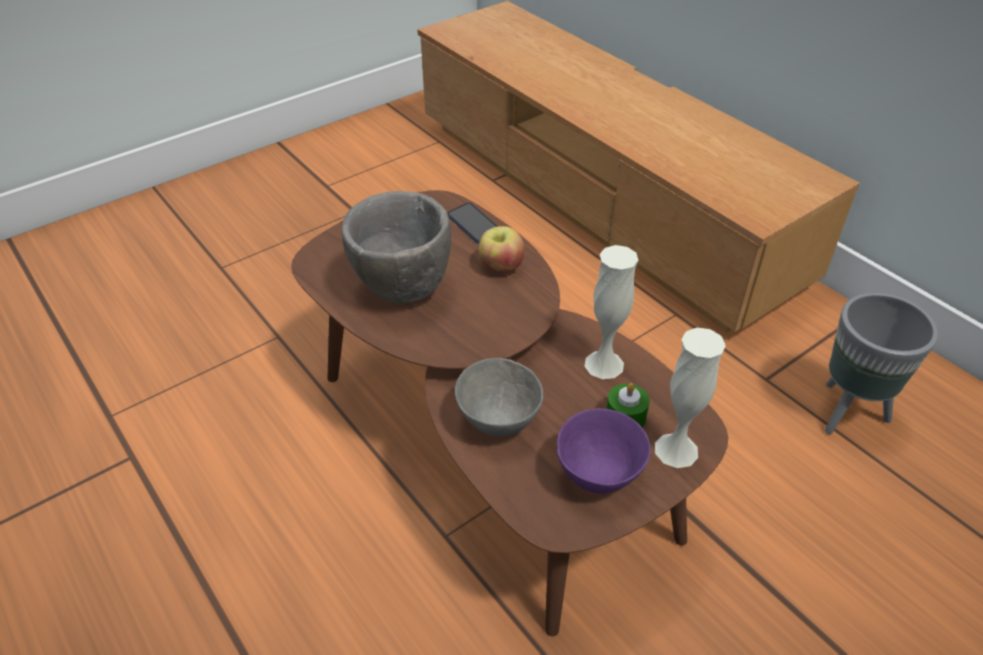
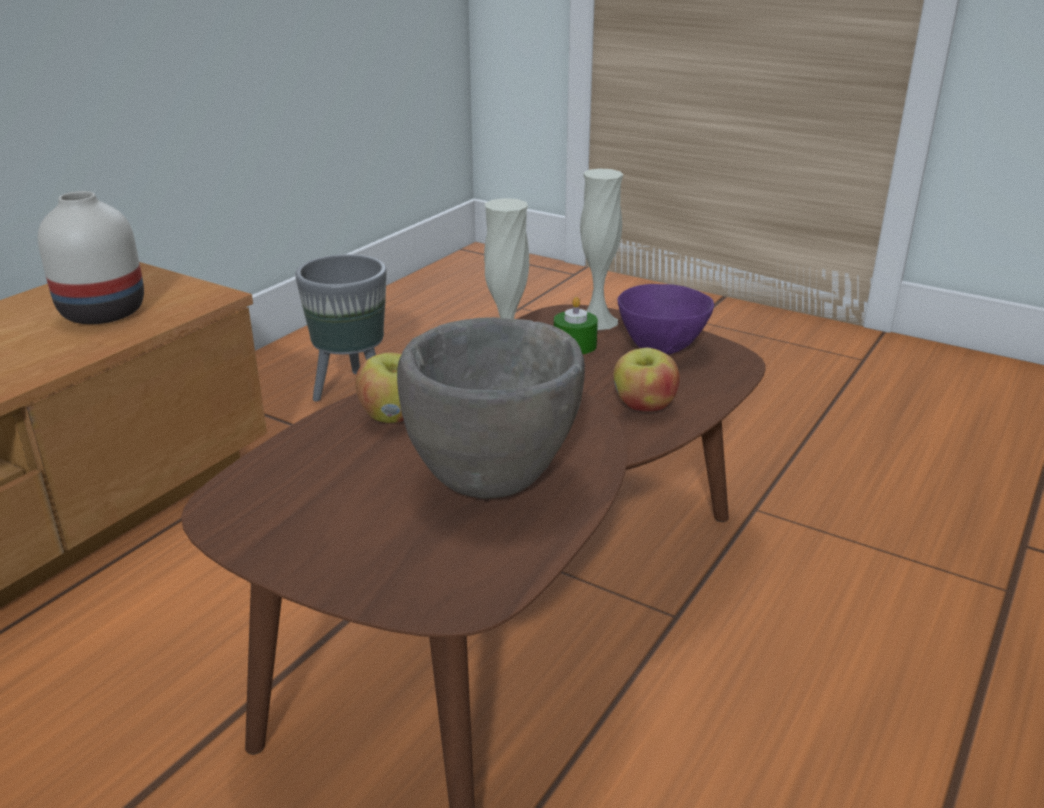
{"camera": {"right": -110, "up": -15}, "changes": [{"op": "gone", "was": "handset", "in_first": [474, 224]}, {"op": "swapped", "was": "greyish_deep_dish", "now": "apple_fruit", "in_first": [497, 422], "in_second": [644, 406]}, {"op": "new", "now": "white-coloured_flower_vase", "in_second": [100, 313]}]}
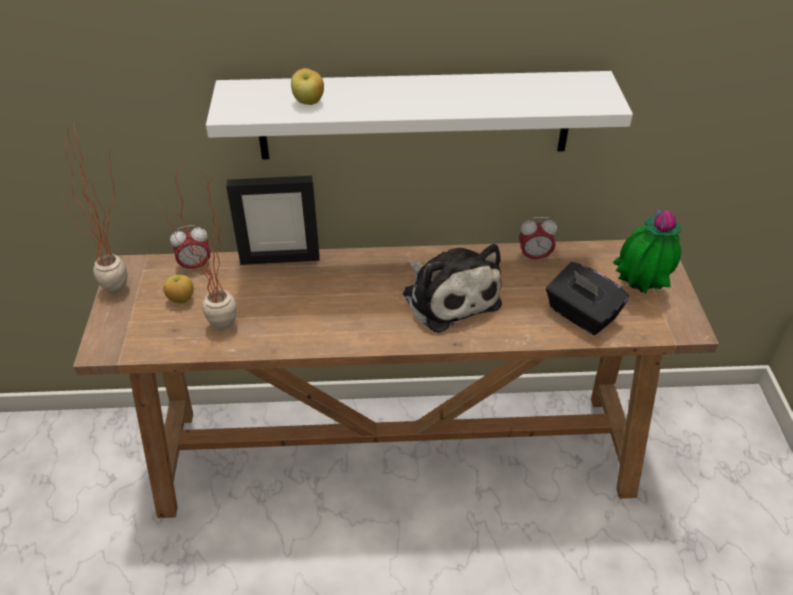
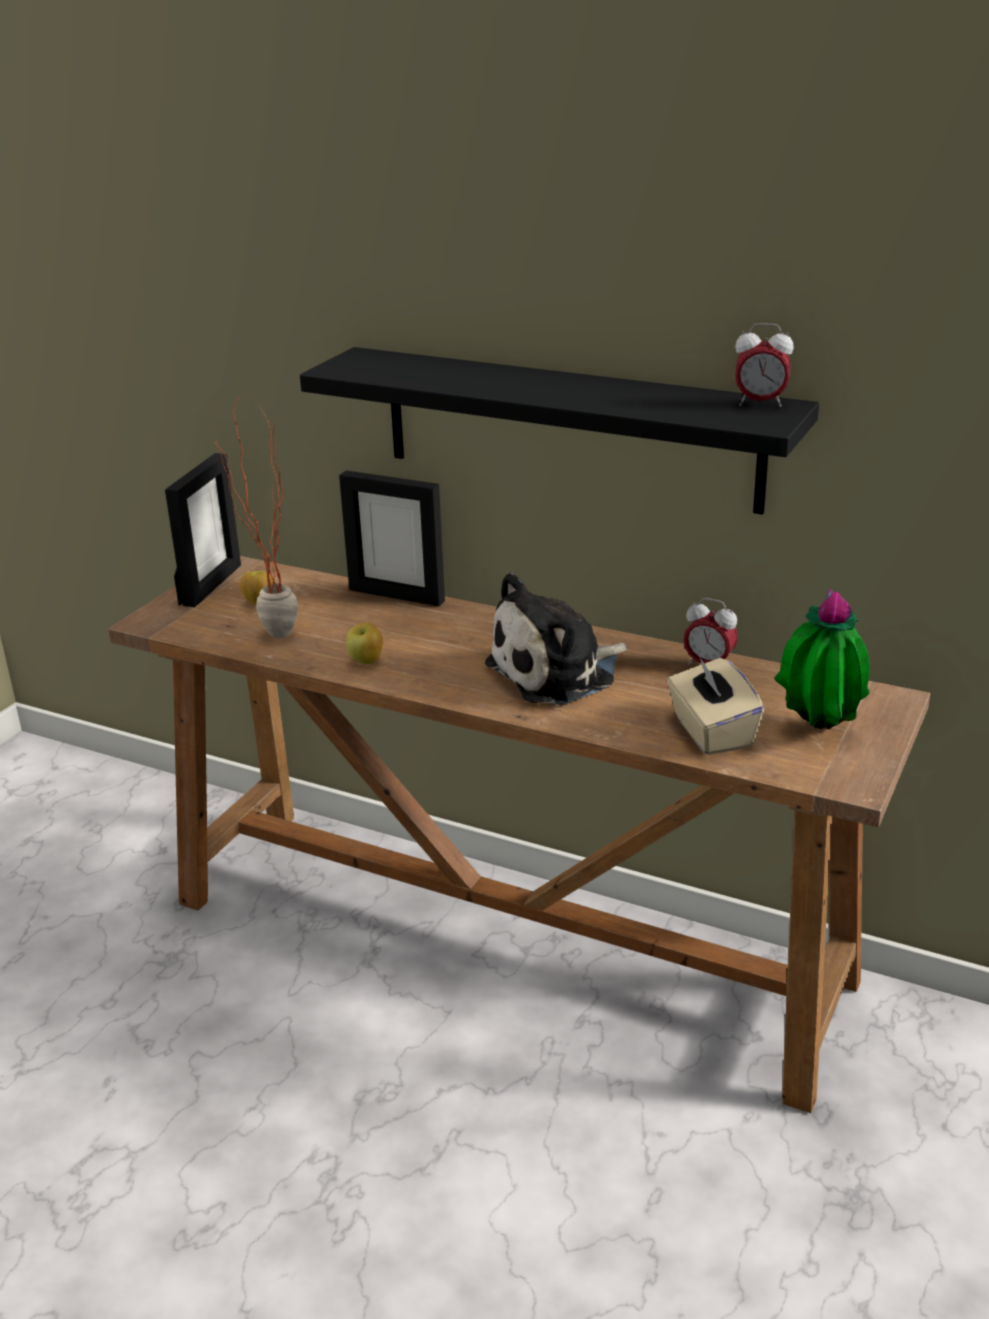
{"camera": {"right": 30, "up": -15}, "changes": [{"op": "shifted", "was": "apple_fruit", "in_first": [309, 102], "in_second": [366, 661]}, {"op": "repainted", "was": "white-coloured_wall_shelf", "now": "black-coloured_wall_shelf", "in_first": [414, 115], "in_second": [569, 428]}, {"op": "swapped", "was": "houseplant", "now": "picture_frame", "in_first": [124, 292], "in_second": [210, 584]}, {"op": "shifted", "was": "table_clock", "in_first": [195, 266], "in_second": [760, 403]}, {"op": "rotated", "was": "plush_toy", "in_first": [449, 296], "in_second": [557, 673], "clockwise": 60}, {"op": "repainted", "was": "black-coloured_tissue_holder", "now": "beige_tissue_holder", "in_first": [581, 314], "in_second": [711, 732]}]}
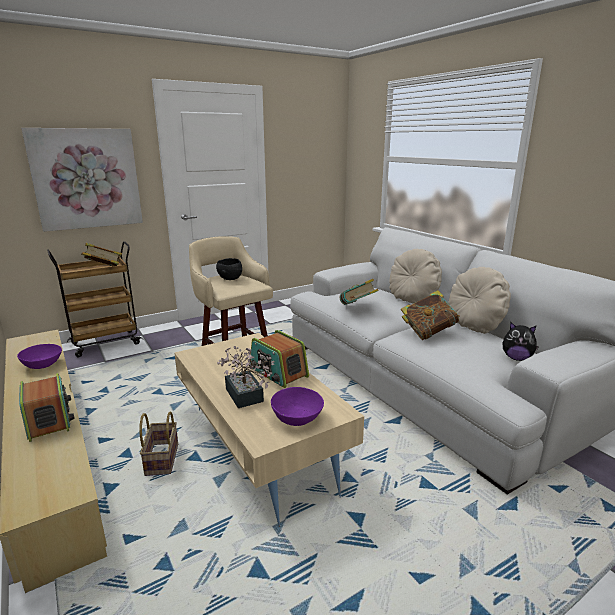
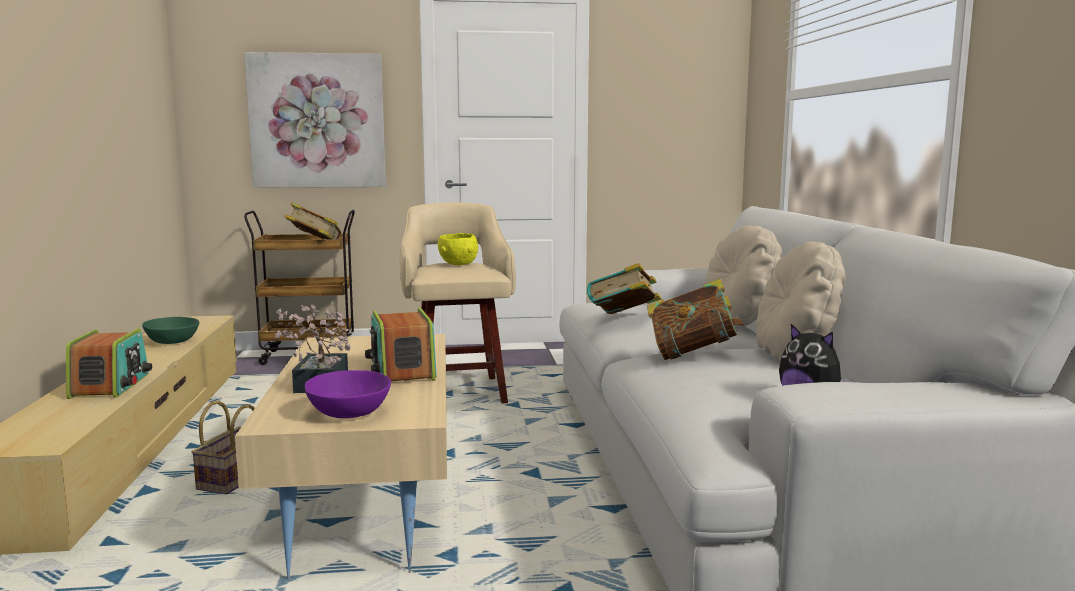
{"camera": {"right": 25, "up": -10}, "changes": [{"op": "repainted", "was": "black-coloured_deep_dish", "now": "yellow_deep_dish", "in_first": [230, 279], "in_second": [458, 264]}, {"op": "repainted", "was": "purple-coloured_deep_dish", "now": "green_deep_dish", "in_first": [43, 365], "in_second": [173, 342]}]}
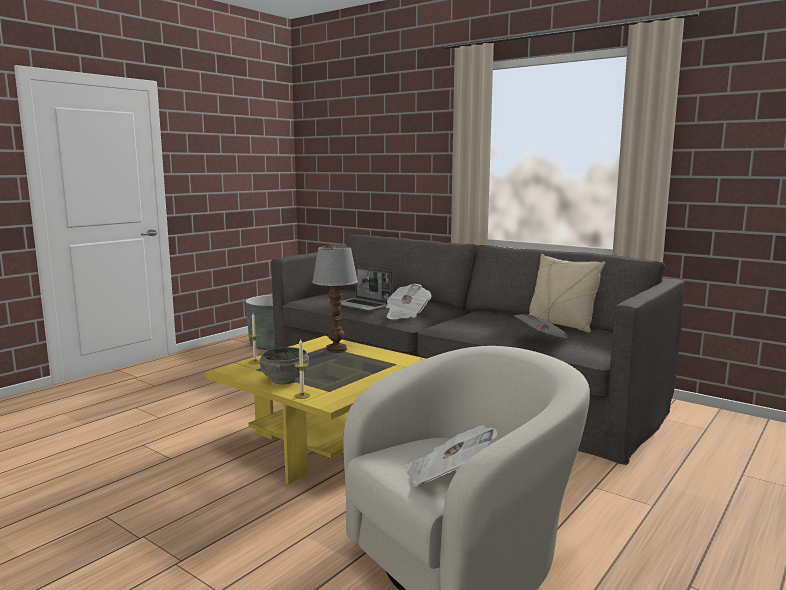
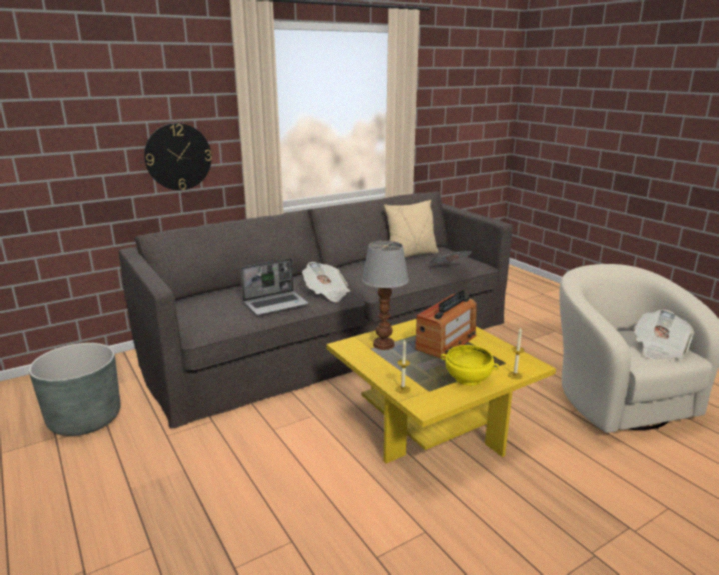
{"camera": {"right": -70, "up": 10}, "changes": [{"op": "repainted", "was": "greyish_deep_dish", "now": "yellow_deep_dish", "in_first": [285, 380], "in_second": [468, 378]}, {"op": "new", "now": "hanging_clock", "in_second": [178, 157]}, {"op": "new", "now": "radio", "in_second": [446, 342]}]}
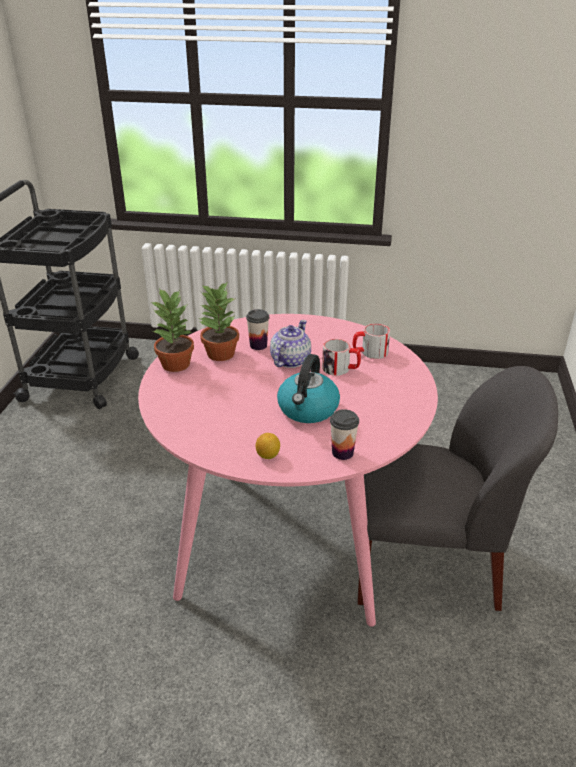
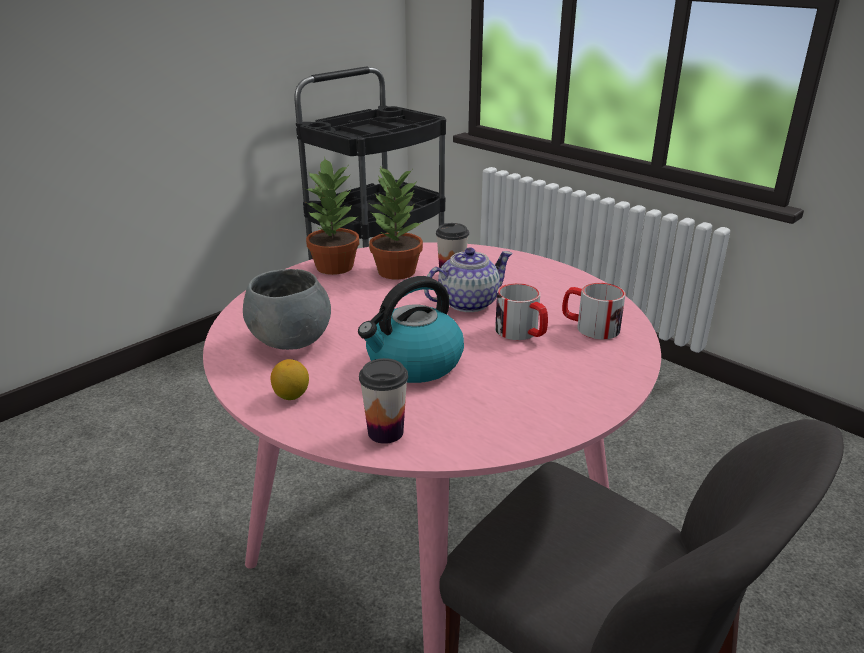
{"camera": {"right": 35, "up": -5}, "changes": [{"op": "new", "now": "greyish_deep_dish", "in_second": [291, 340]}]}
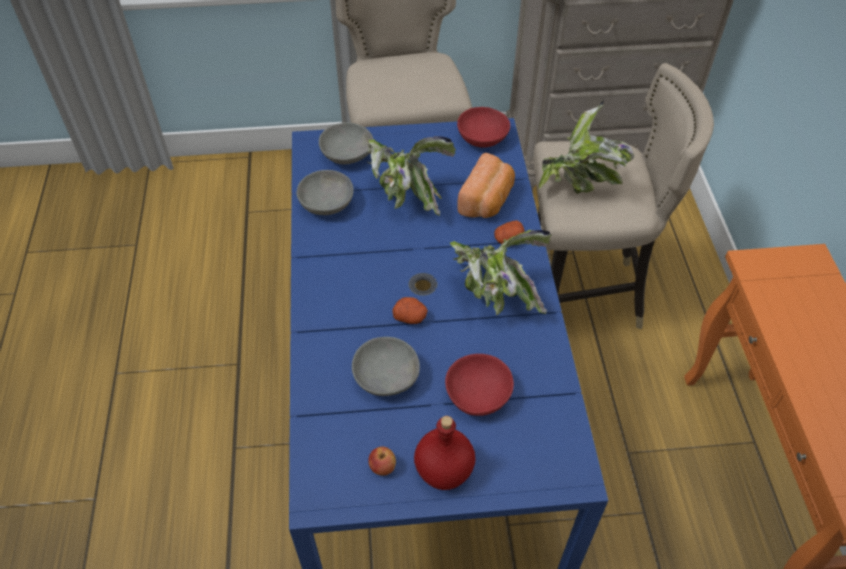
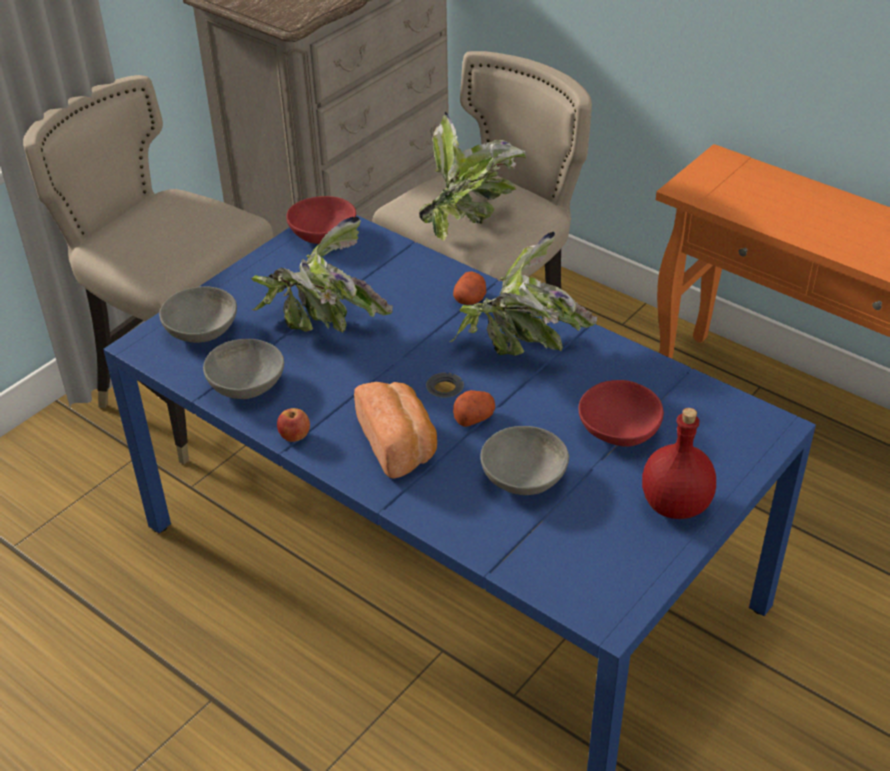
{"camera": {"right": -45, "up": -10}, "changes": [{"op": "shifted", "was": "bread", "in_first": [487, 200], "in_second": [399, 444]}, {"op": "shifted", "was": "apple_fruit", "in_first": [382, 467], "in_second": [294, 437]}]}
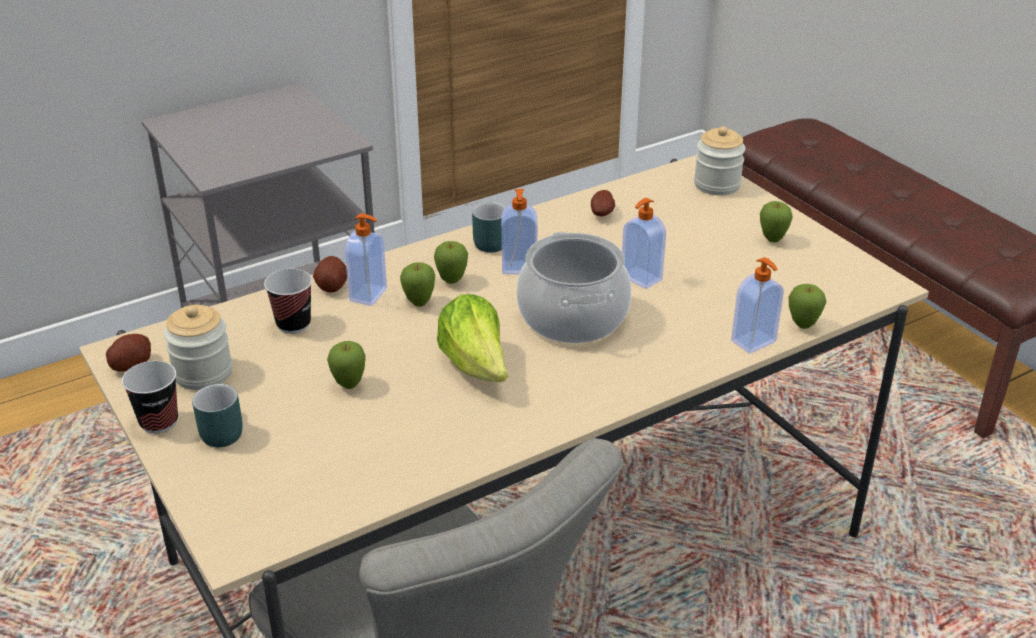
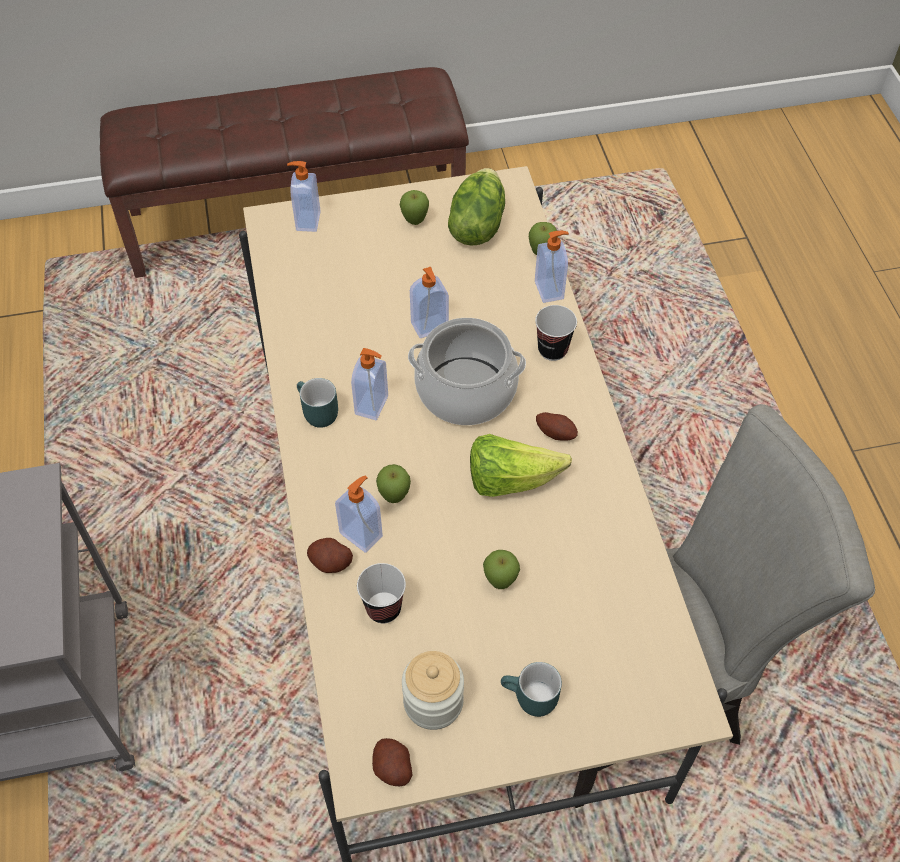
{"camera": {"right": -70, "up": 20}, "changes": [{"op": "swapped", "was": "preserve_jar", "now": "soap_bottle", "in_first": [717, 185], "in_second": [307, 221]}, {"op": "shifted", "was": "potato", "in_first": [602, 213], "in_second": [556, 433]}, {"op": "gone", "was": "apple_fruit", "in_first": [451, 281]}, {"op": "shifted", "was": "cup", "in_first": [159, 422], "in_second": [552, 350]}, {"op": "new", "now": "head_of_lettuce", "in_second": [476, 225]}]}
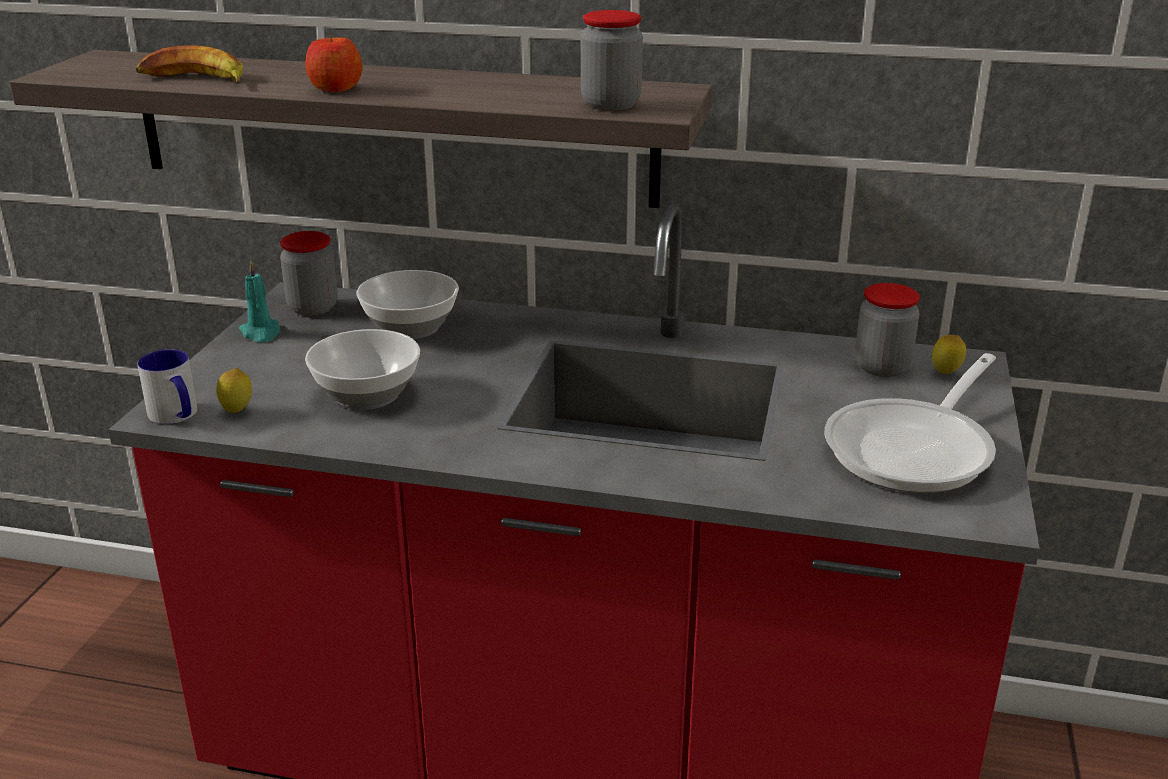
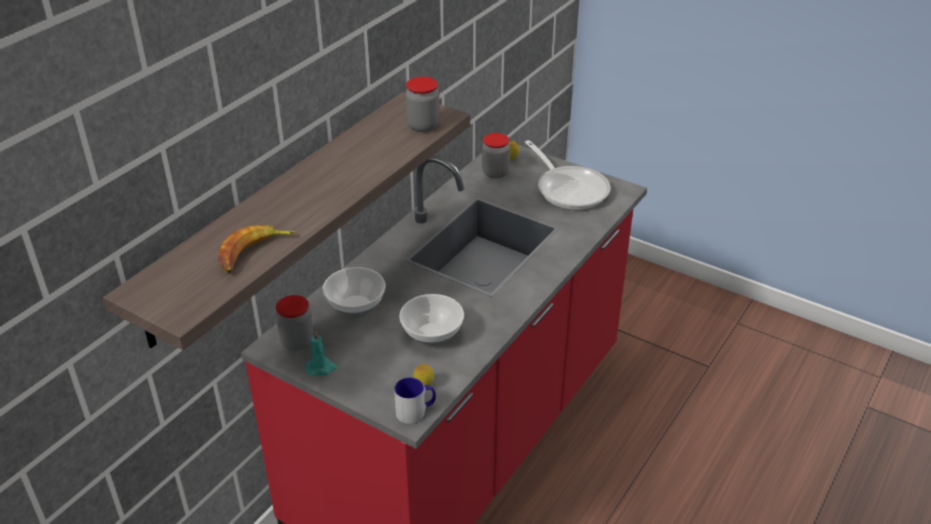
{"camera": {"right": -70, "up": 10}, "changes": [{"op": "gone", "was": "apple_fruit", "in_first": [335, 89]}]}
